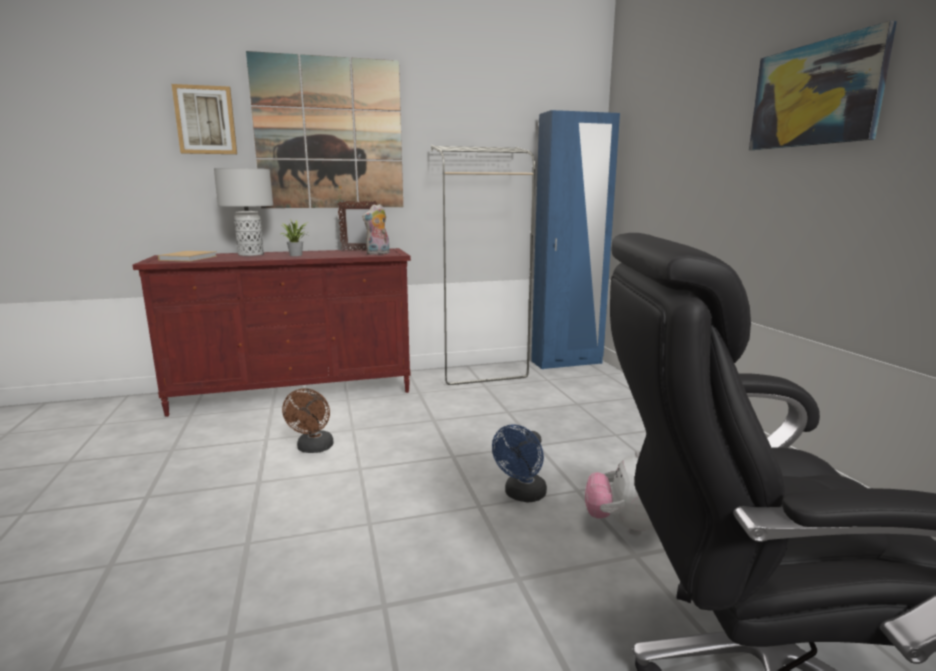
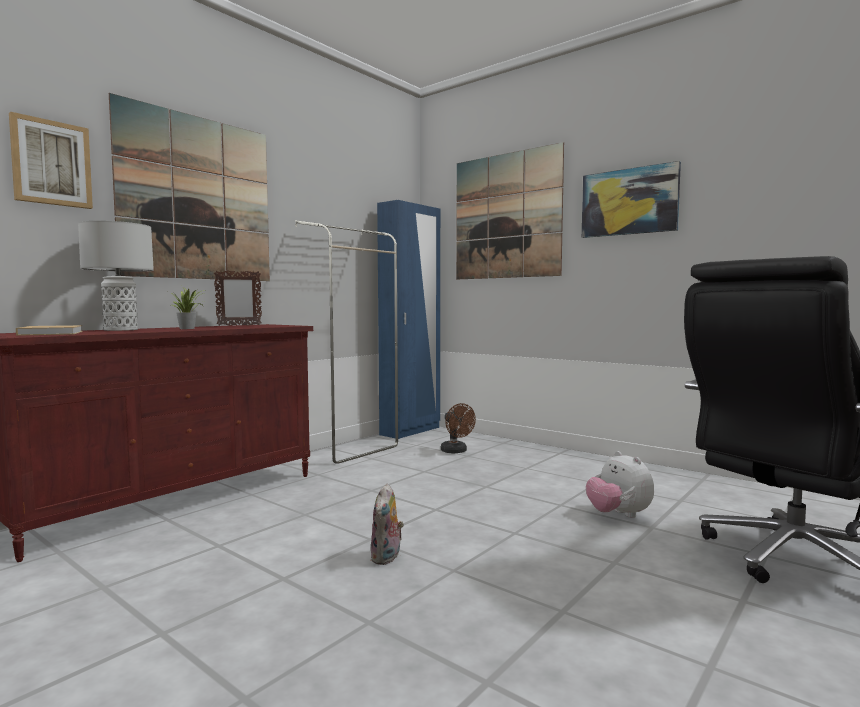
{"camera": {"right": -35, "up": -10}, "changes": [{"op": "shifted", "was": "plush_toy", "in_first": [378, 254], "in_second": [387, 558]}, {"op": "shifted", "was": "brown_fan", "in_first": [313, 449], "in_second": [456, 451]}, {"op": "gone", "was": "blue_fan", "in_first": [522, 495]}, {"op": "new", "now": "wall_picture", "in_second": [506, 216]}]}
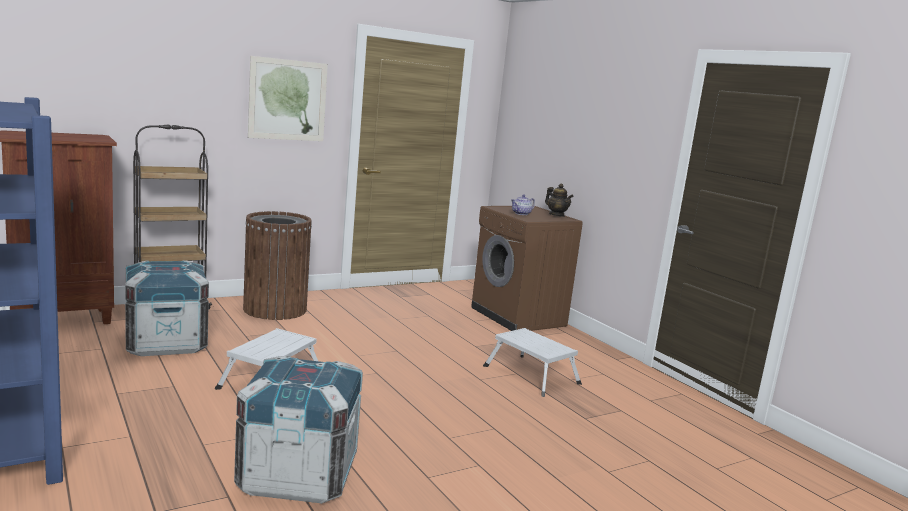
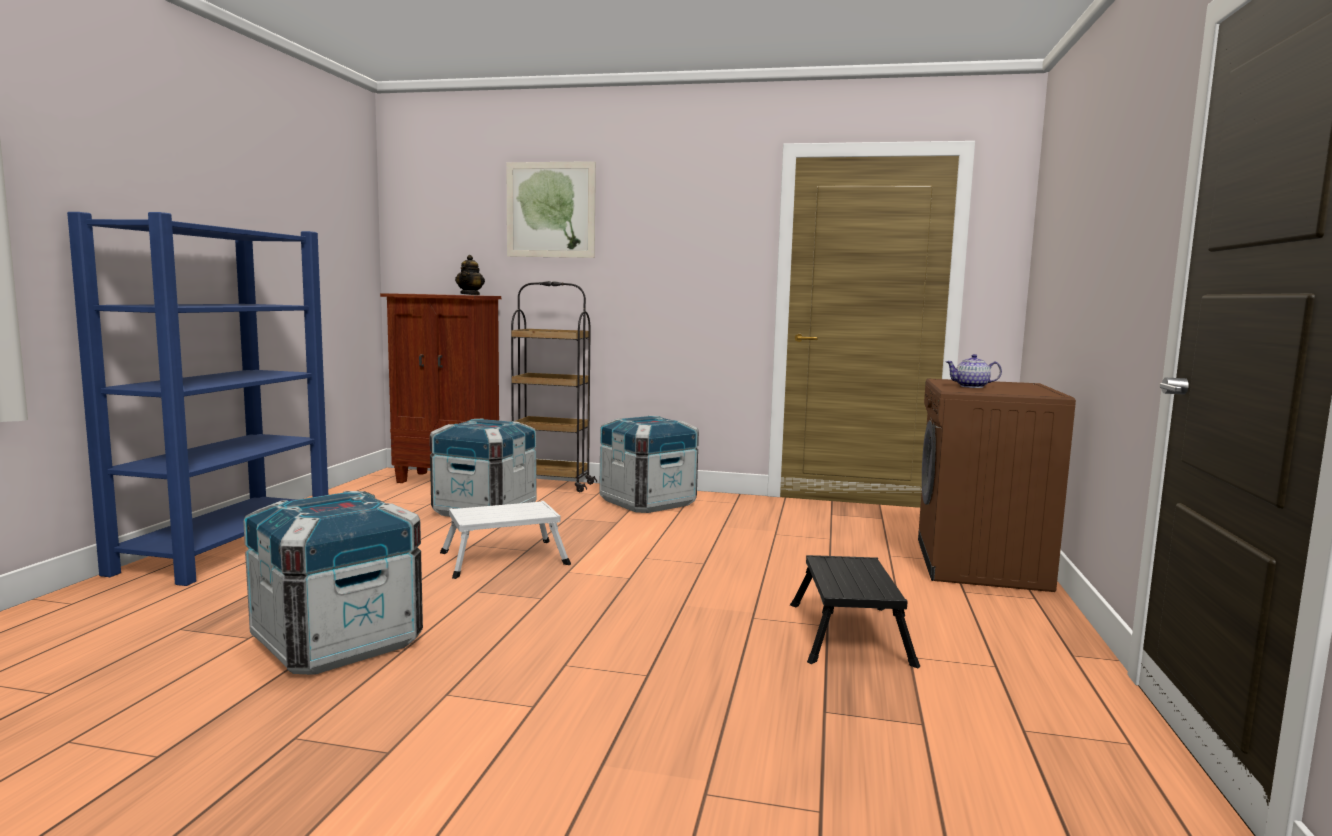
{"camera": {"right": 45, "up": -5}, "changes": [{"op": "shifted", "was": "wall_picture", "in_first": [288, 100], "in_second": [550, 210]}, {"op": "shifted", "was": "tea_pot", "in_first": [556, 215], "in_second": [470, 295]}, {"op": "swapped", "was": "brown_waste_bin", "now": "packing_crate", "in_first": [275, 309], "in_second": [648, 502]}, {"op": "repainted", "was": "white-coloured_step_ladder", "now": "black-coloured_step_ladder", "in_first": [532, 375], "in_second": [849, 634]}]}
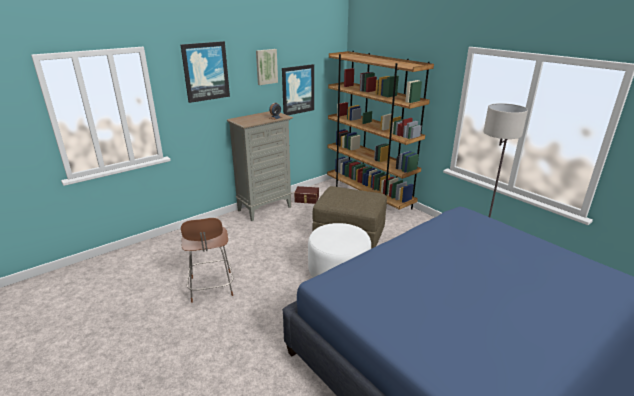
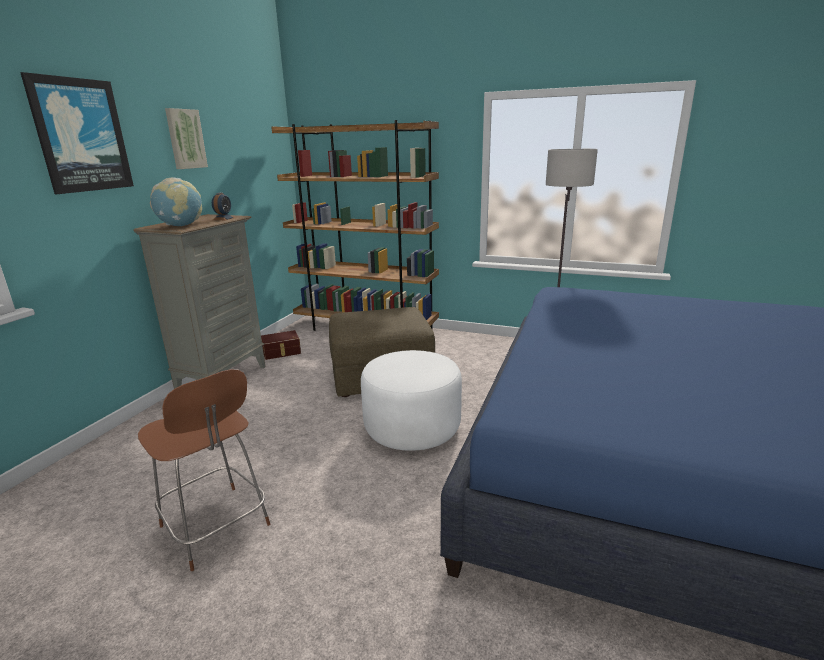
{"camera": {"right": -30, "up": -5}, "changes": [{"op": "gone", "was": "wall_picture", "in_first": [298, 89]}, {"op": "new", "now": "desk_globe", "in_second": [181, 226]}]}
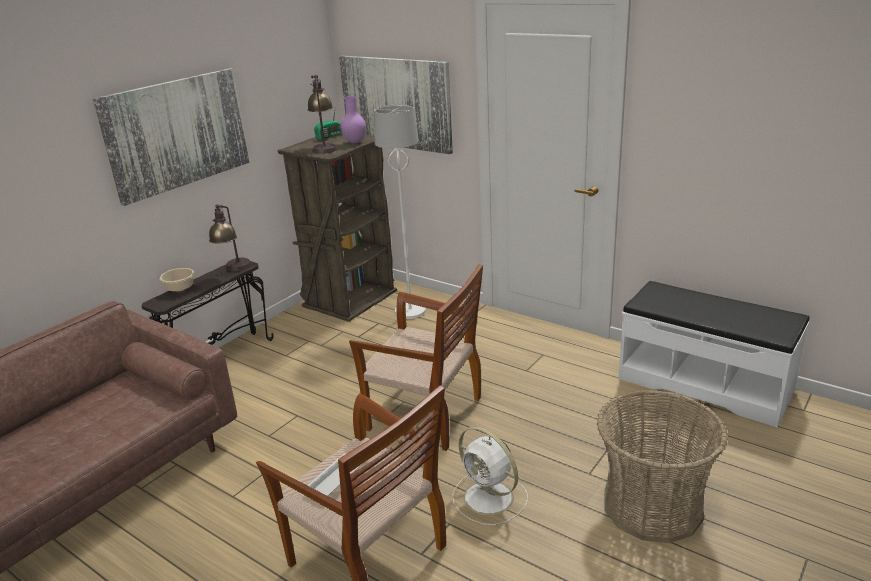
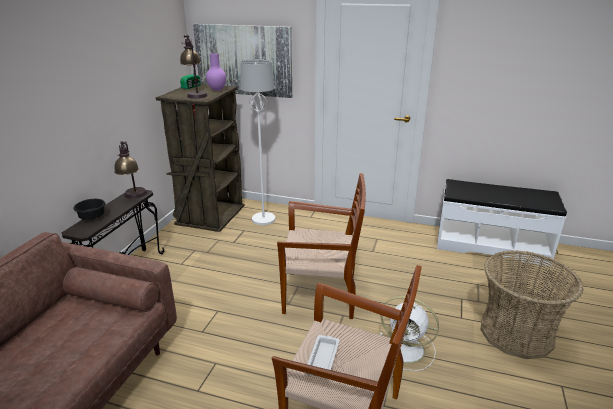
{"camera": {"right": -20, "up": 0}, "changes": [{"op": "gone", "was": "wall_picture", "in_first": [177, 133]}, {"op": "repainted", "was": "beige_deep_dish", "now": "black-coloured_deep_dish", "in_first": [179, 289], "in_second": [91, 217]}]}
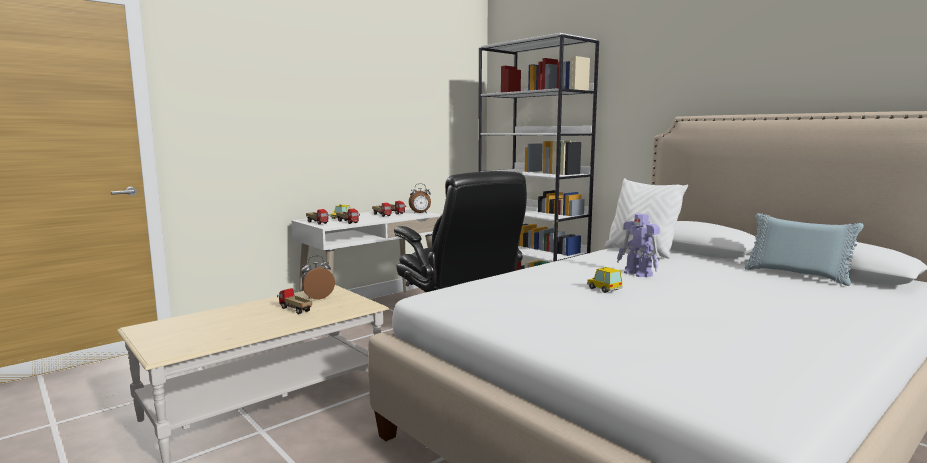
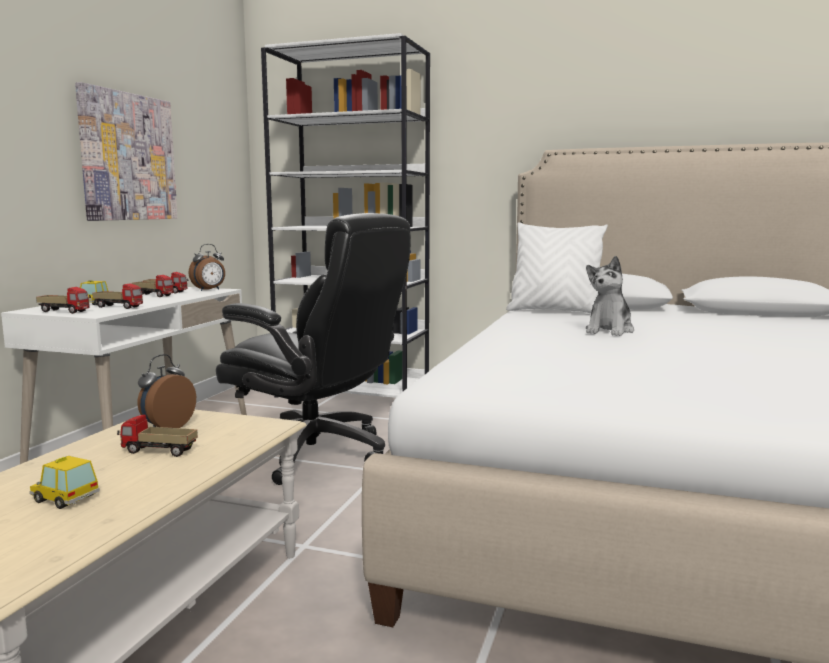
{"camera": {"right": -30, "up": 0}, "changes": [{"op": "swapped", "was": "toy_robot", "now": "plush_toy", "in_first": [638, 274], "in_second": [609, 330]}, {"op": "gone", "was": "blue_pillow", "in_first": [797, 275]}, {"op": "shifted", "was": "toy_car", "in_first": [604, 289], "in_second": [65, 498]}, {"op": "new", "now": "wall_picture", "in_second": [128, 157]}]}
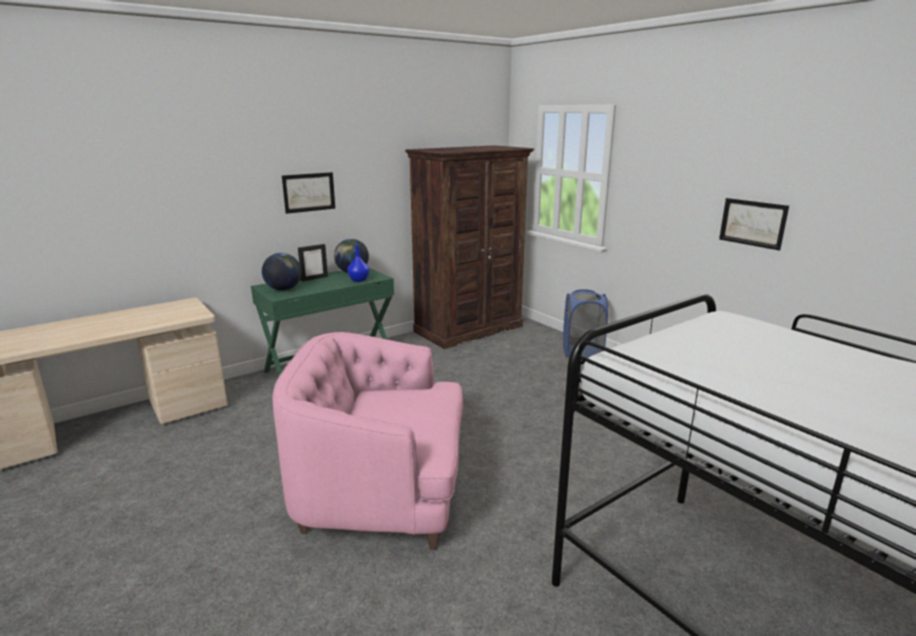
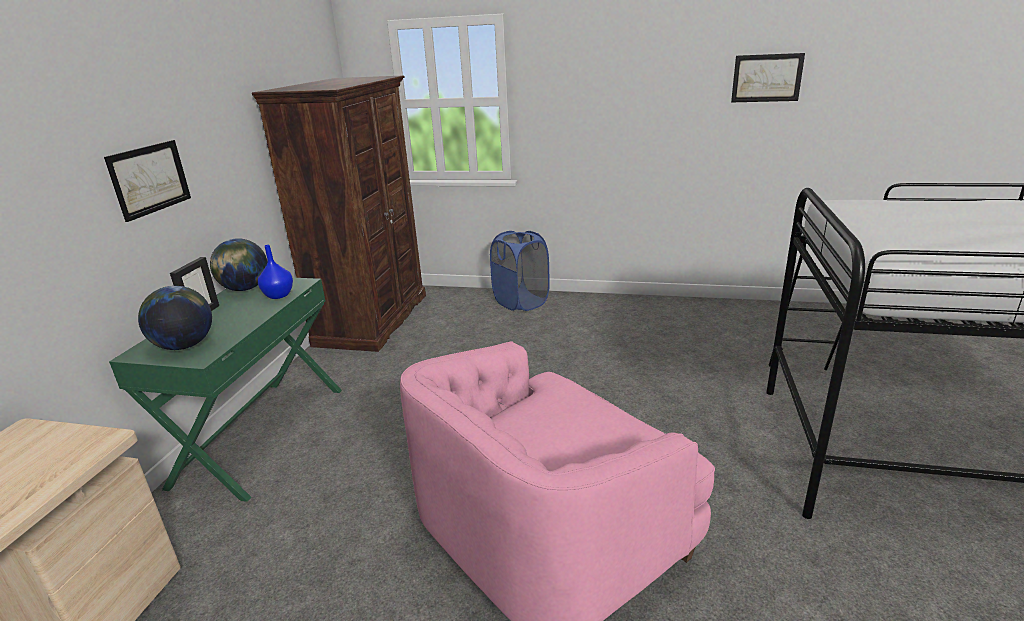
{"camera": {"right": -40, "up": 5}, "changes": [{"op": "shifted", "was": "wall_picture", "in_first": [752, 223], "in_second": [766, 78]}]}
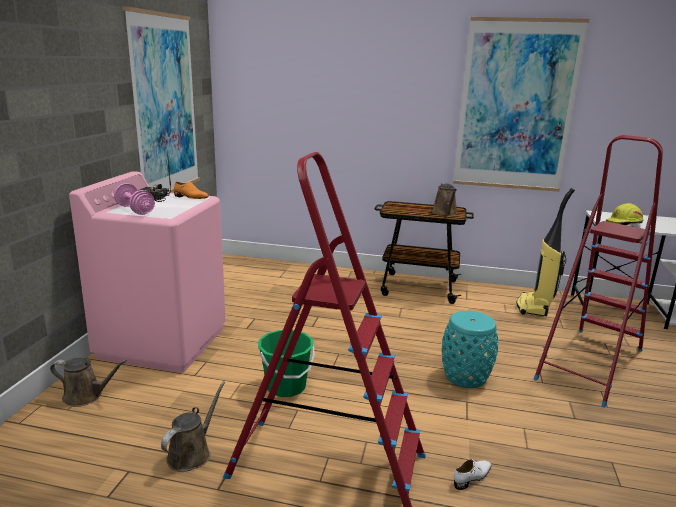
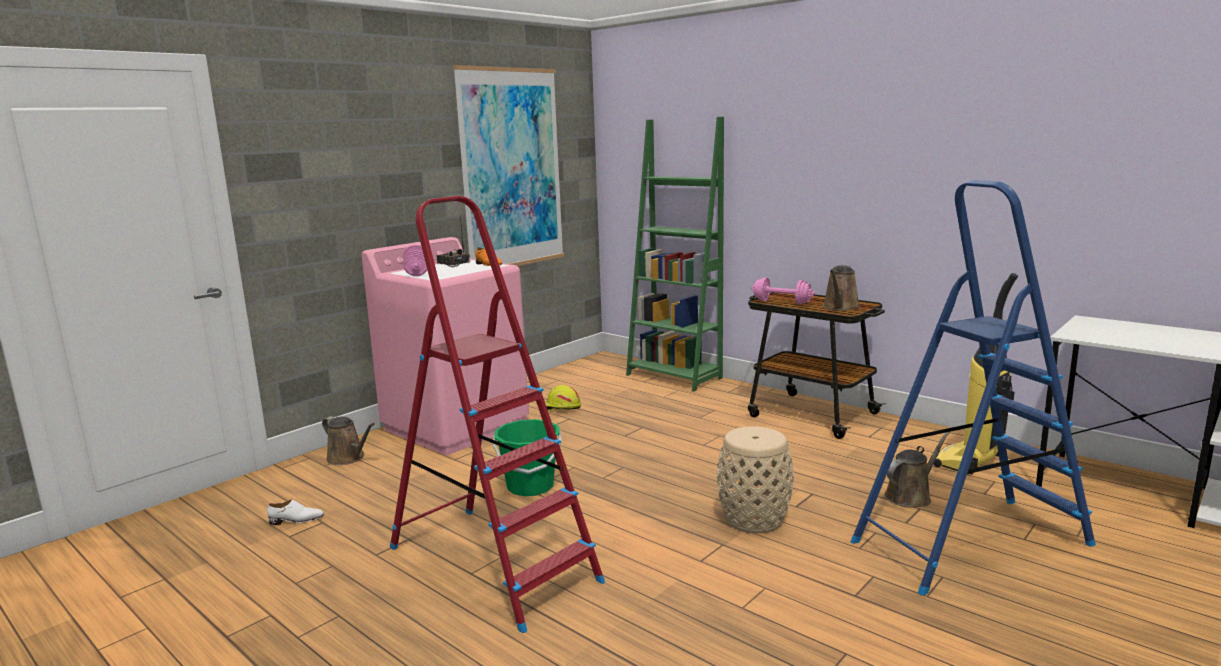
{"camera": {"right": 30, "up": -5}, "changes": [{"op": "gone", "was": "wall_picture", "in_first": [516, 106]}, {"op": "repainted", "was": "red_step_ladder", "now": "blue_step_ladder", "in_first": [590, 363], "in_second": [972, 542]}, {"op": "shifted", "was": "yellow_work_helmet", "in_first": [624, 223], "in_second": [561, 408]}, {"op": "repainted", "was": "turquoise-coloured_stool", "now": "beige_stool", "in_first": [465, 376], "in_second": [754, 519]}, {"op": "shifted", "was": "brown_watering_can", "in_first": [192, 453], "in_second": [910, 496]}, {"op": "shifted", "was": "white-coloured_low_shoe", "in_first": [472, 477], "in_second": [296, 520]}, {"op": "new", "now": "green_bookcase", "in_second": [674, 376]}, {"op": "new", "now": "pinkish_hand_weight", "in_second": [782, 302]}]}
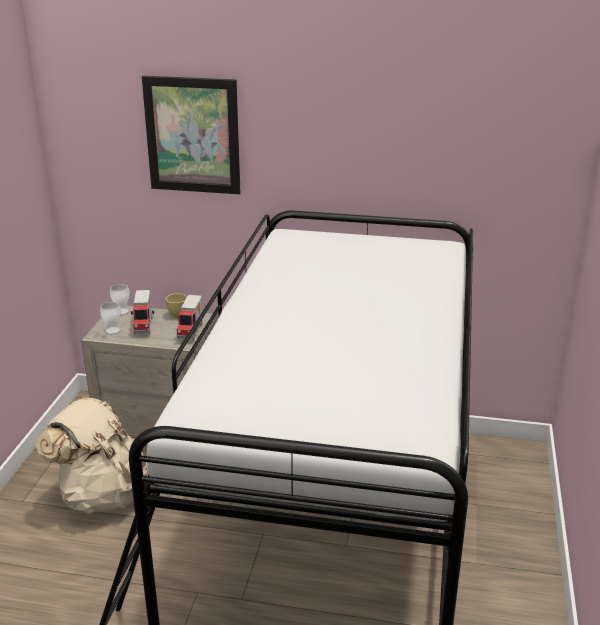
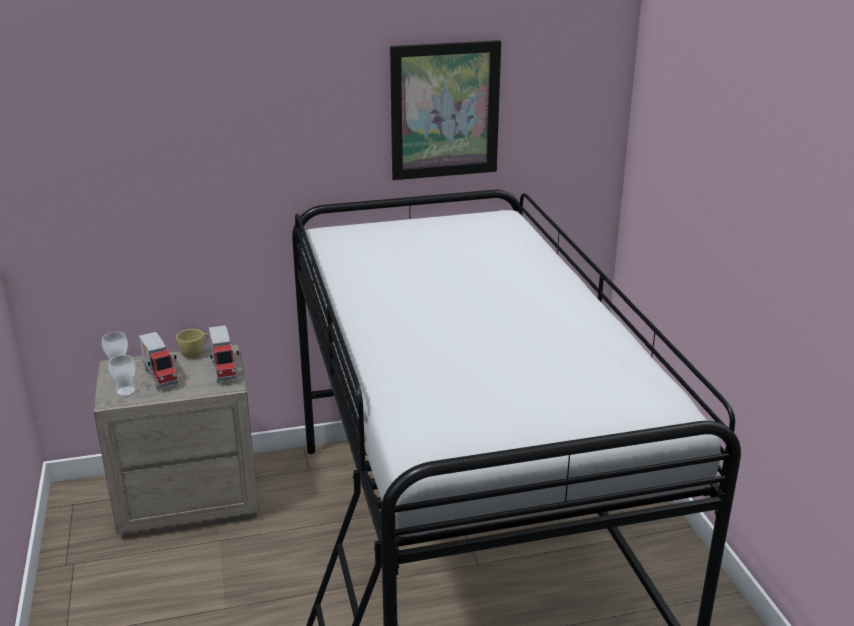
{"camera": {"right": -25, "up": 0}, "changes": [{"op": "shifted", "was": "wall_picture", "in_first": [192, 135], "in_second": [445, 110]}, {"op": "gone", "was": "beige_rucksack", "in_first": [102, 494]}]}
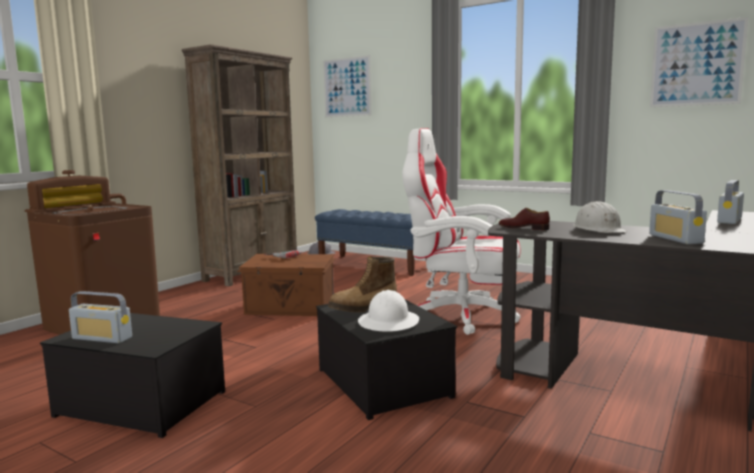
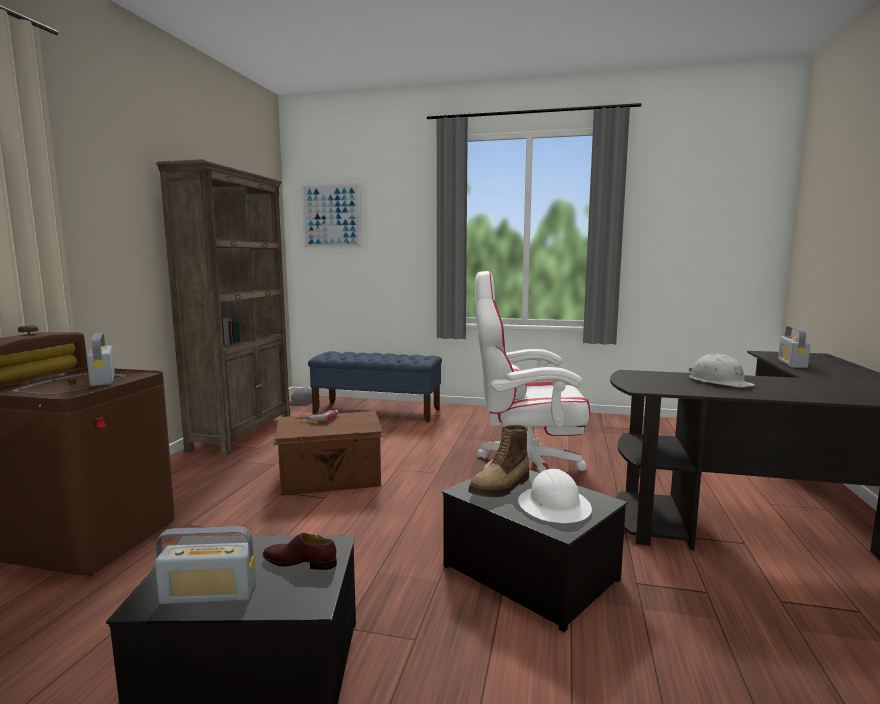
{"camera": {"right": -20, "up": 0}, "changes": [{"op": "gone", "was": "wall_picture", "in_first": [696, 64]}, {"op": "shifted", "was": "radio", "in_first": [675, 239], "in_second": [103, 380]}, {"op": "shifted", "was": "brown_low_shoe", "in_first": [523, 228], "in_second": [299, 562]}]}
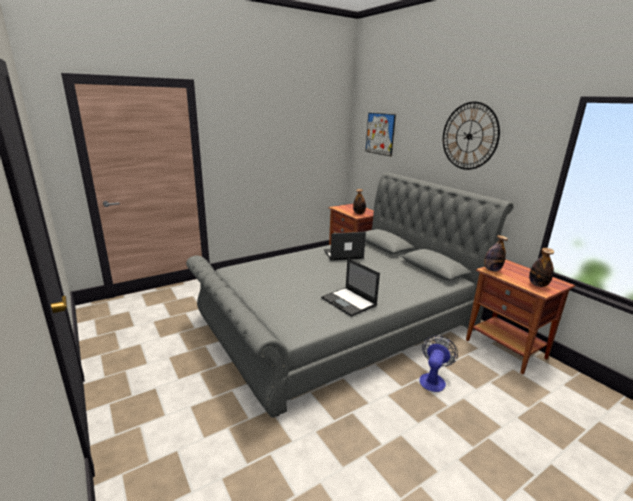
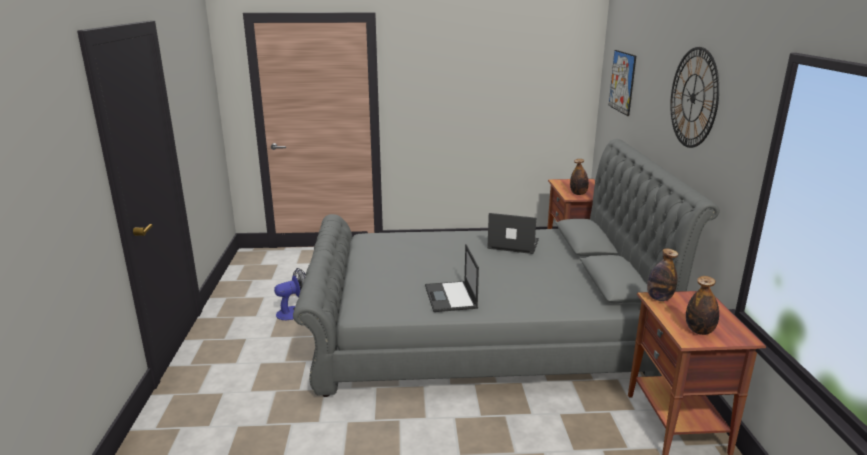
{"camera": {"right": 30, "up": 0}, "changes": [{"op": "shifted", "was": "fan", "in_first": [433, 379], "in_second": [294, 312]}]}
